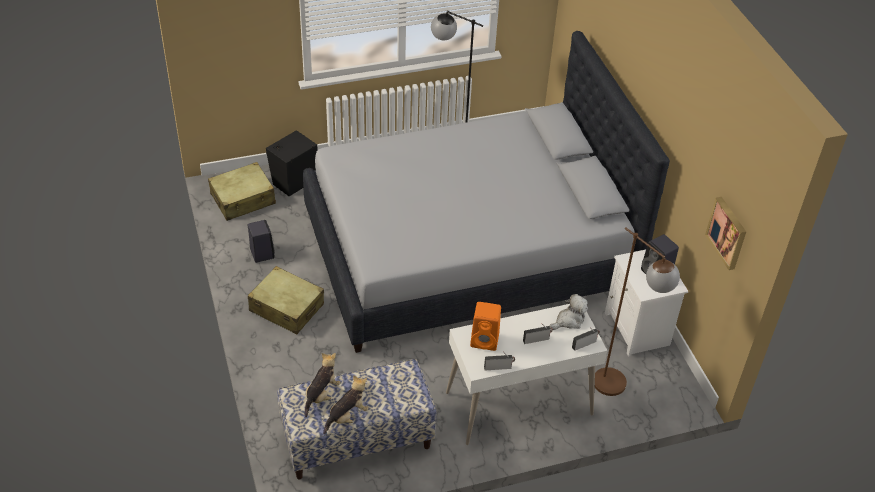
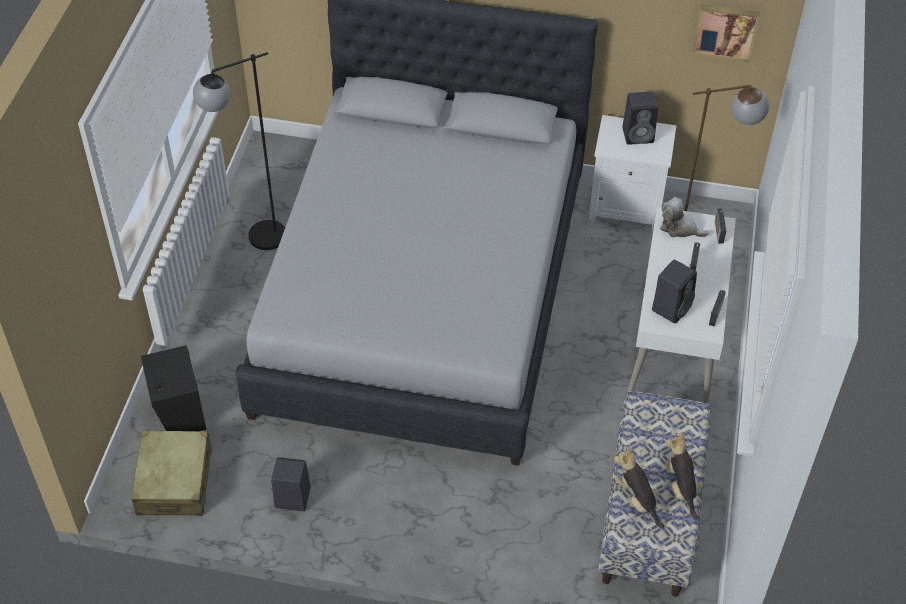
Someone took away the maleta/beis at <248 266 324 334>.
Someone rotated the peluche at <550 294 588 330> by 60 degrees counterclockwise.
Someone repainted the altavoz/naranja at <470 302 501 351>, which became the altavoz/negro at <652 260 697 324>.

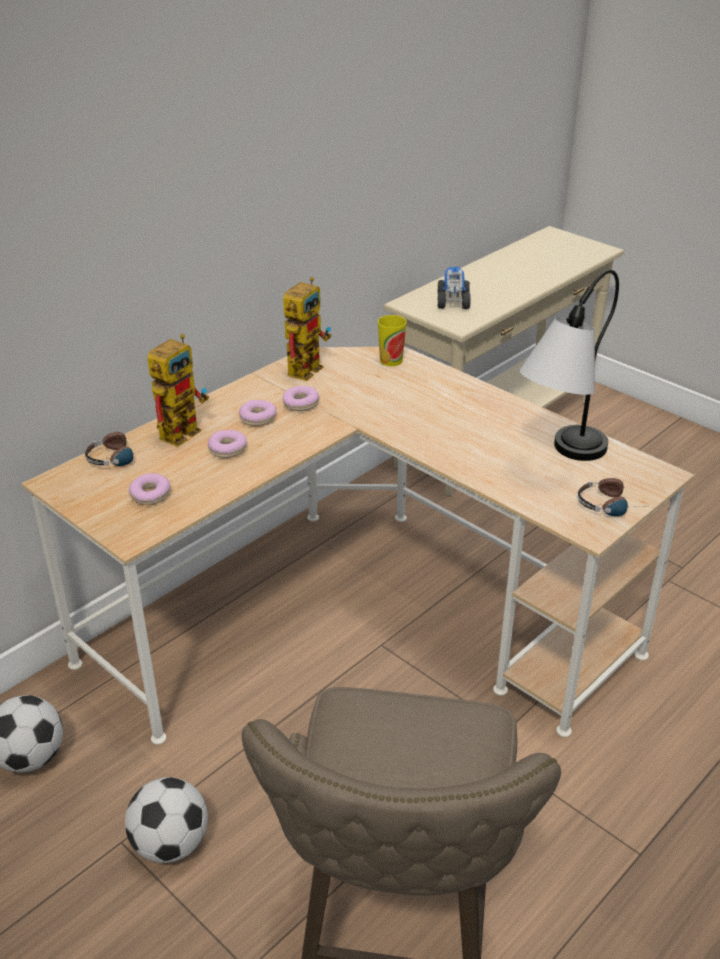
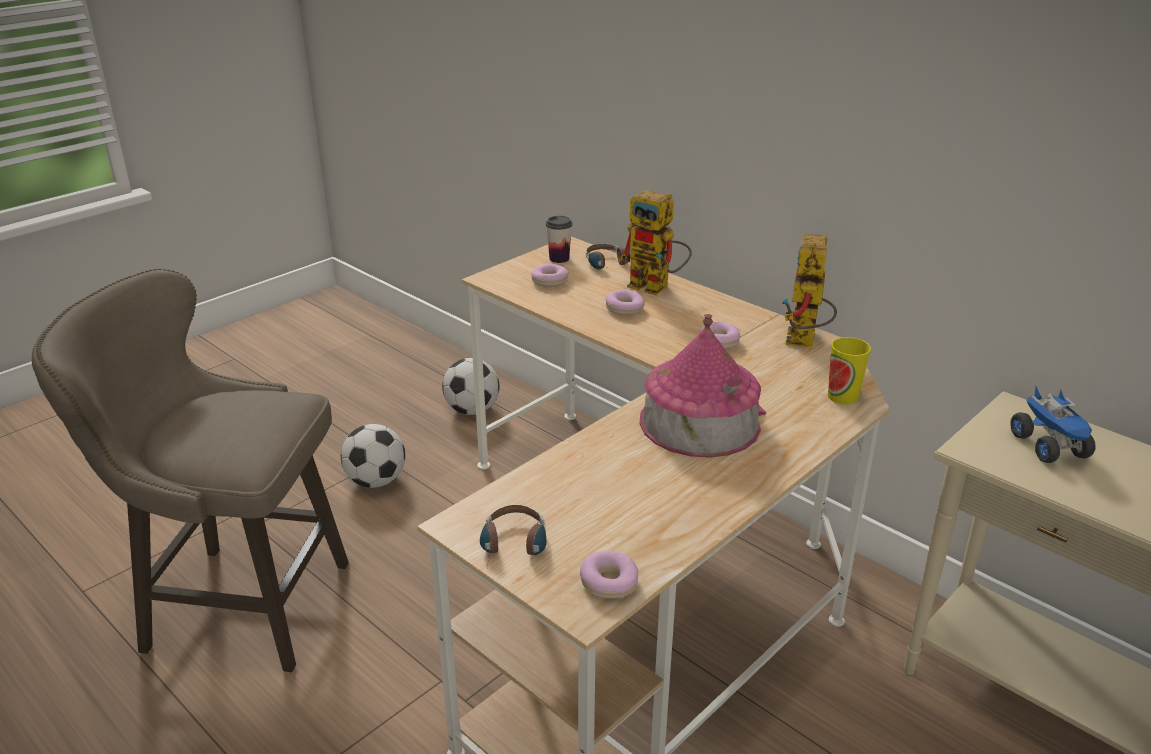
Someone rotated the camión de juguete at <437 267 471 309> by 75 degrees clockwise.
Someone took away the lámpara de mesa at <520 270 619 461>.
Someone rotated the robot de juguete at <283 277 331 381> by 75 degrees clockwise.
Someone carried the rosquilla from <239 400 276 426> to <580 551 638 599>.
Someone put down the taza at <546 216 572 263>.
Someone put down the casita at <640 314 766 458>.

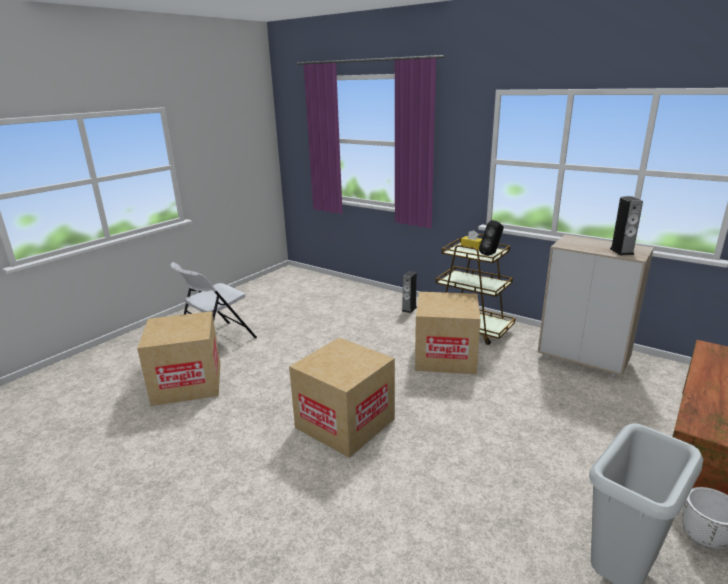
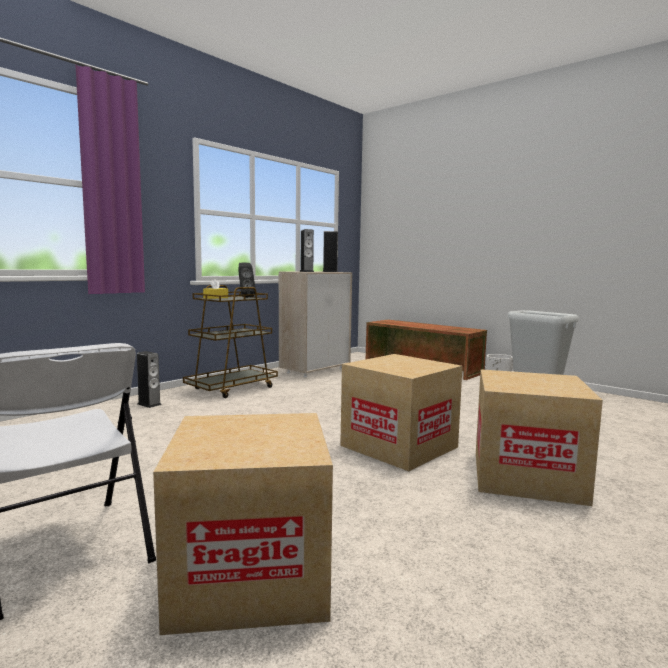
Someone carried the caja de cartón from <415 292 481 374> to <476 369 603 506>.
Someone put down the altavoz at <300 229 314 272>.

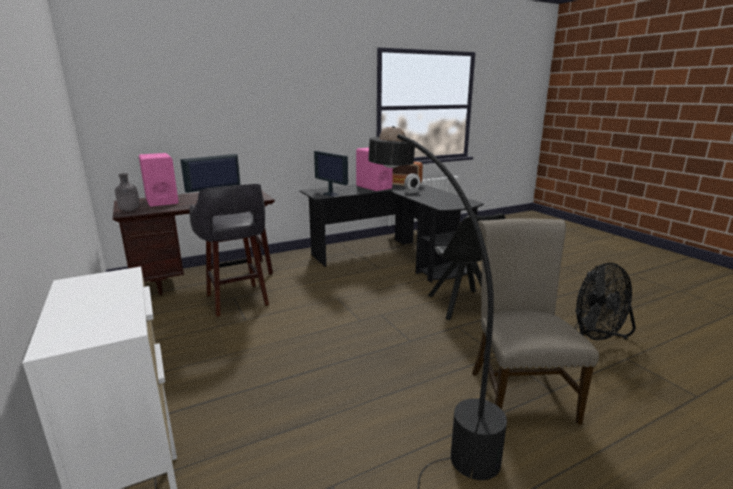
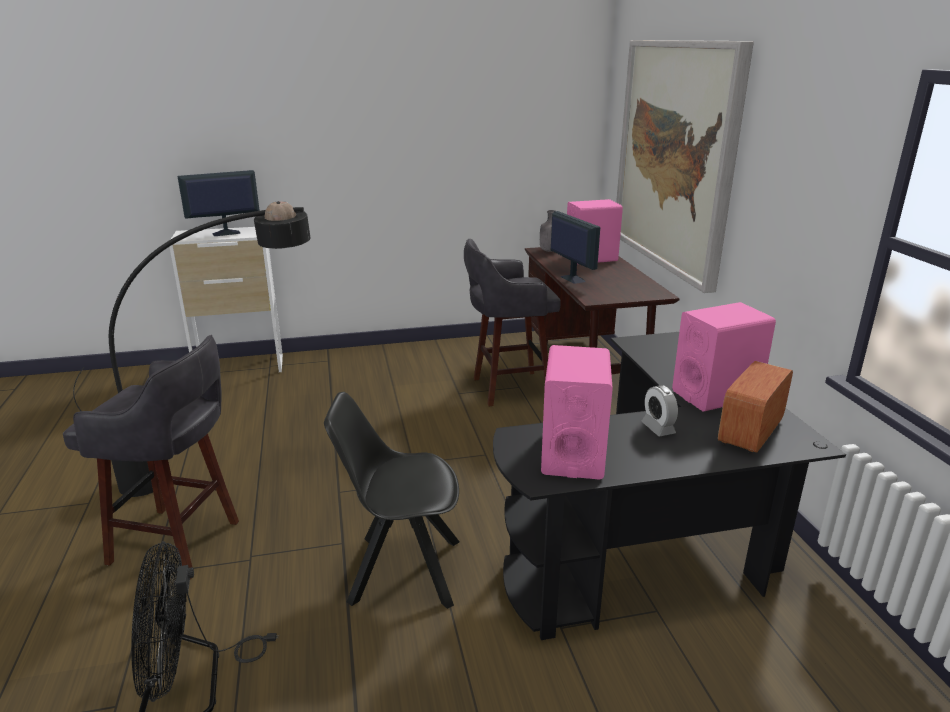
Someone carried the monitor from <314 151 348 197> to <177 170 260 236>.
Someone swapped the silla/beis at <472 218 599 425> for the taburete/gris at <63 335 239 579>.
Someone put up the cuadro at <616 40 754 293>.
Someone put down the altavoz/rosa at <541 345 613 480>.

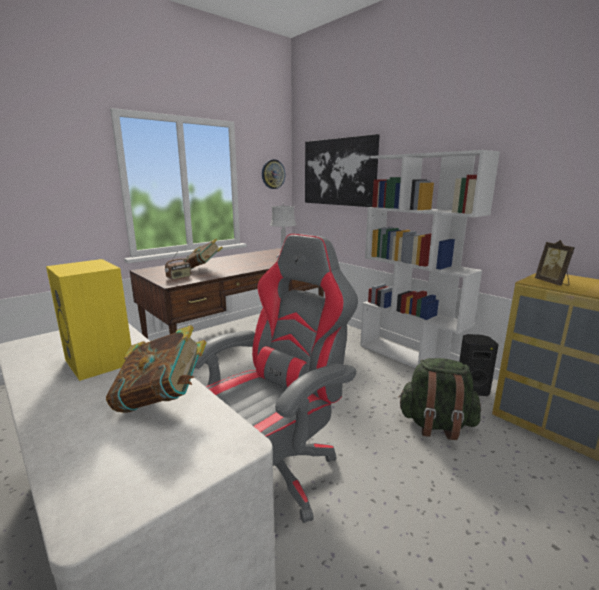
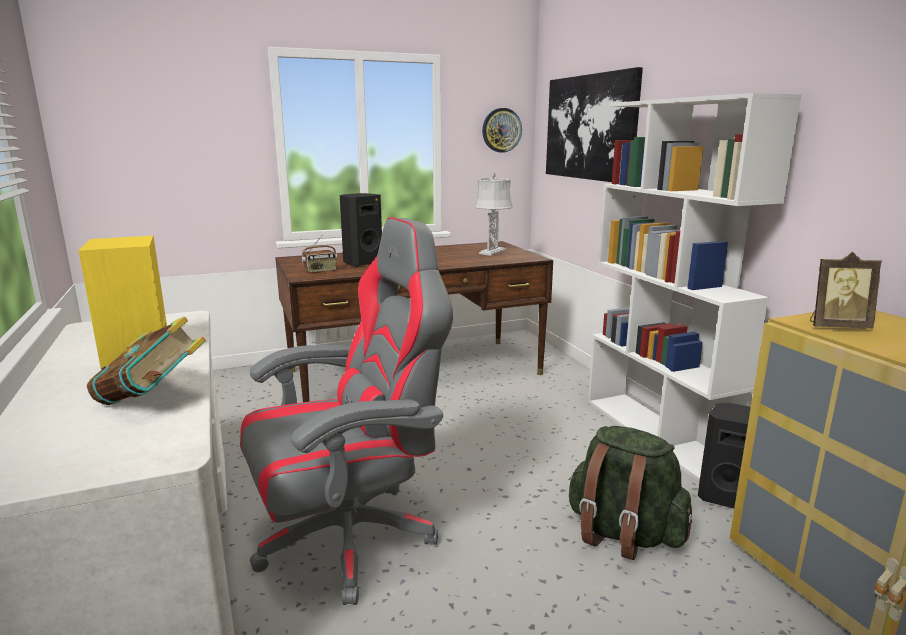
Someone swapped the libro at <182 239 223 269> for the altavoz/negro at <340 193 382 267>.
Someone rotated the portarretratos at <535 240 575 286> by 90 degrees counterclockwise.

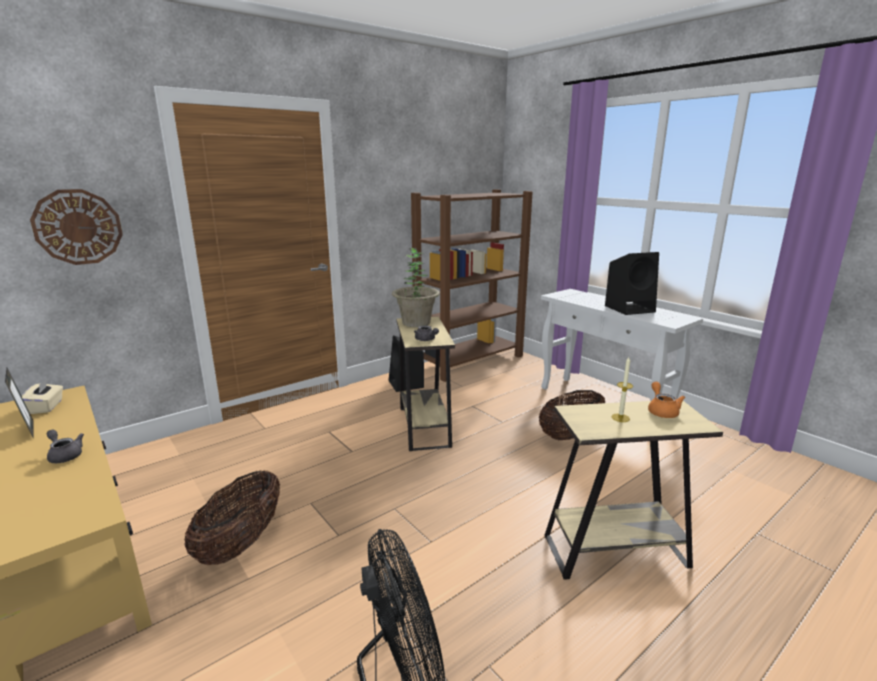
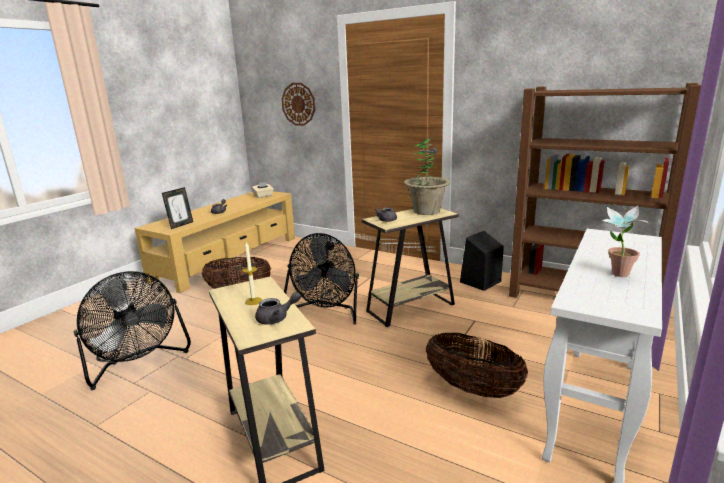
Someone swapped the altavoz/negro at <605 252 659 315> for the planta en maceta at <602 205 650 277>.
Someone carried the portarretratos from <5 368 34 439> to <162 187 193 229>.
Someone repainted the tetera/naranja at <648 382 685 418>, which became the tetera/gris at <255 292 301 324>.
Someone put down the ventilador/negro at <284 233 359 325>.

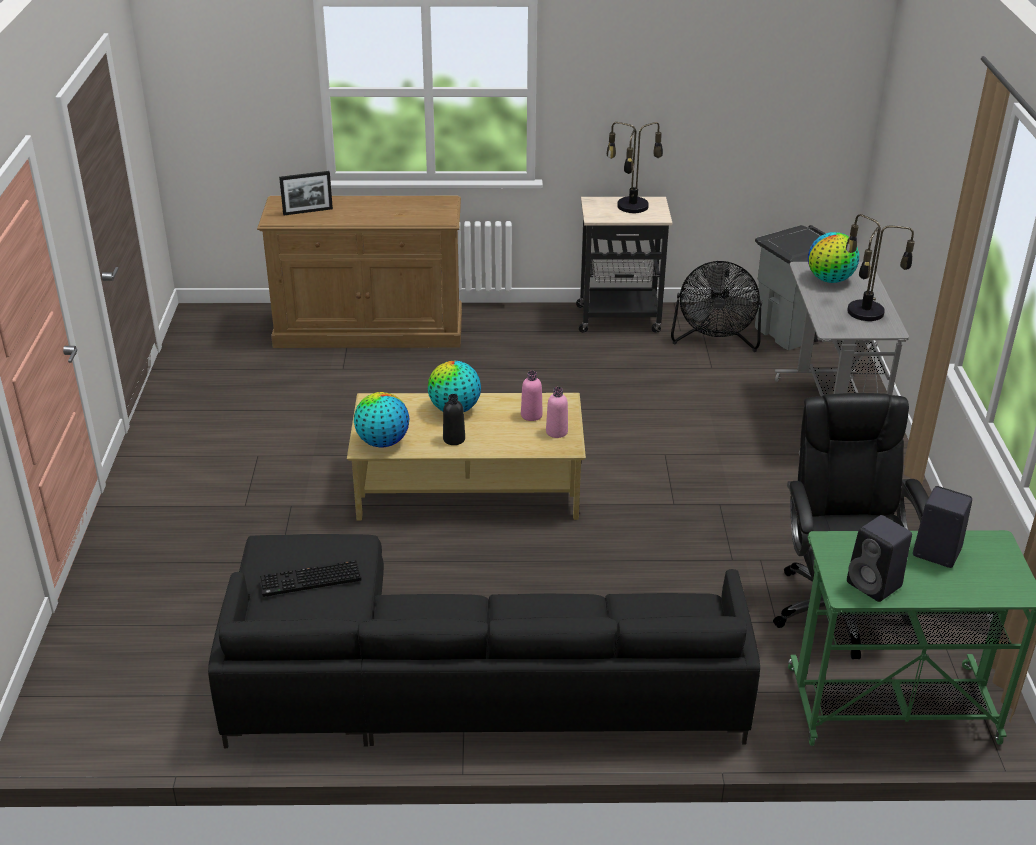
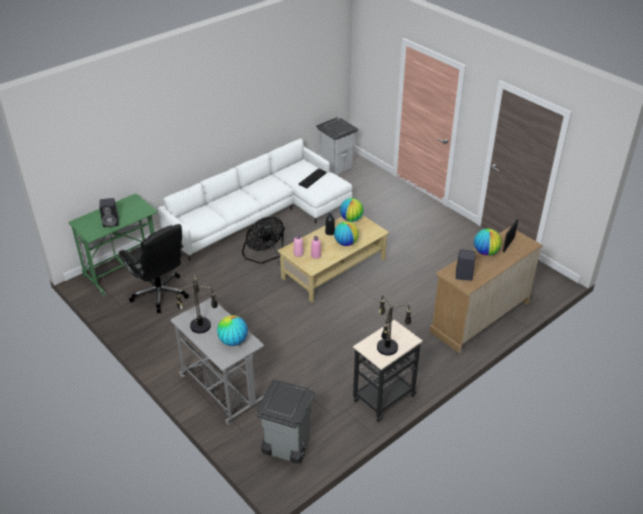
Someone carried the ventilador/negro from <671 261 762 352> to <242 217 285 266>.
Someone carried the altavoz/negro from <847 515 912 602> to <456 249 475 281>.
Someone repainted the sofá/negro at <208 534 760 748>, which became the sofá/blanco at <158 139 352 261>.
Someone put down the papelera/gris at <317 117 358 175>.
Someone put down the globo terráqueo at <474 229 501 256>.

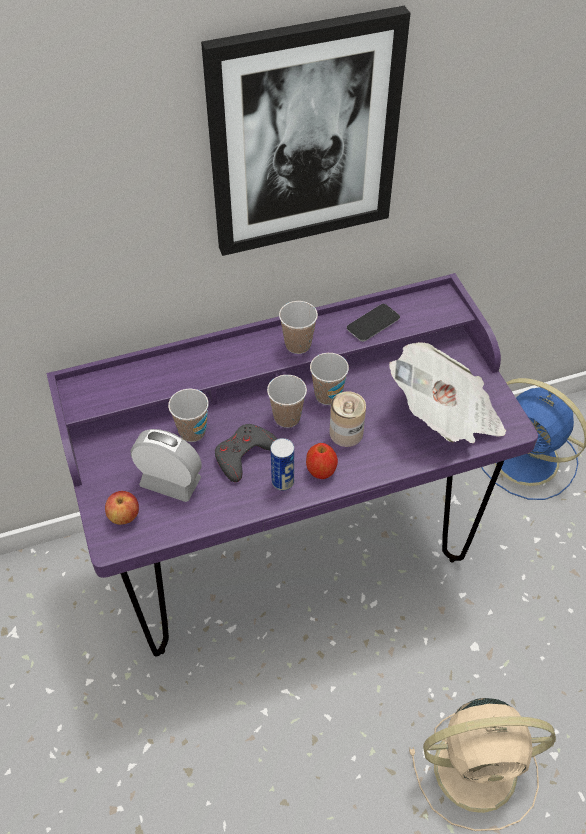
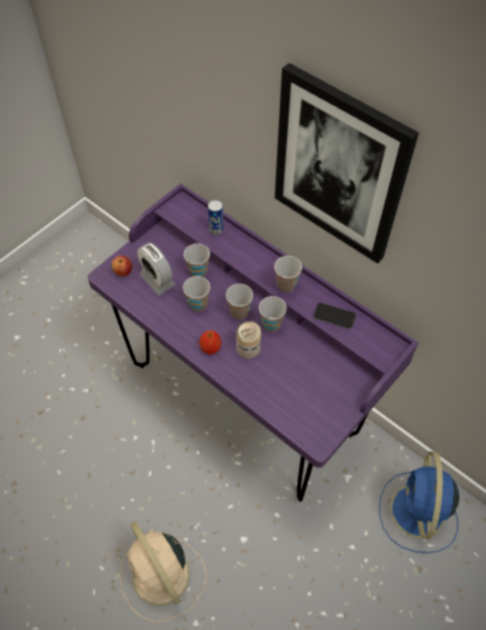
Someone took away the periódico at <389 342 506 443>.
Someone swapped the mando de consola/gris at <215 424 277 482> for the taza at <183 276 210 312>.
Someone rotated the despertador at <131 429 202 502> by 150 degrees clockwise.
Someone carried the lata from <271 438 294 491> to <208 200 224 235>.

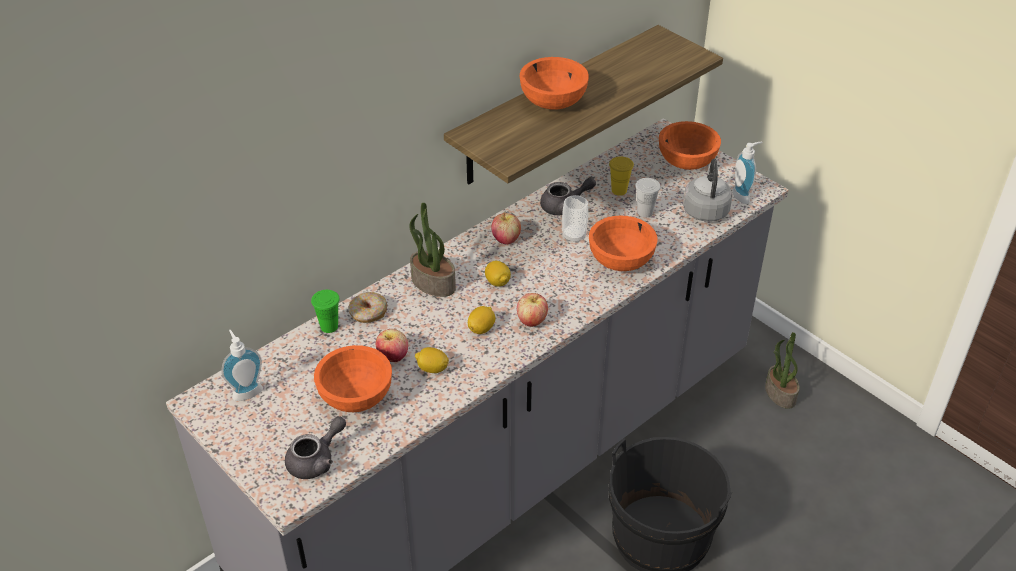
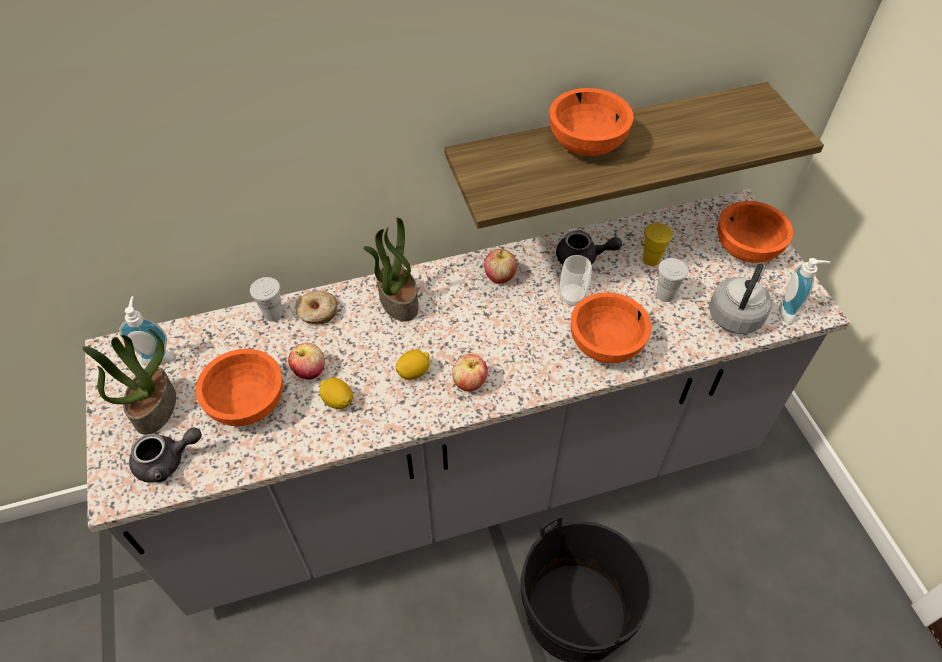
Someone took away the limón at <485 261 511 287>.
Someone repainted the taza/verde at <311 290 340 333>, which became the taza/blanco at <250 277 282 322>.
Someone carried the planta en maceta from <765 332 800 409> to <83 329 176 435>.

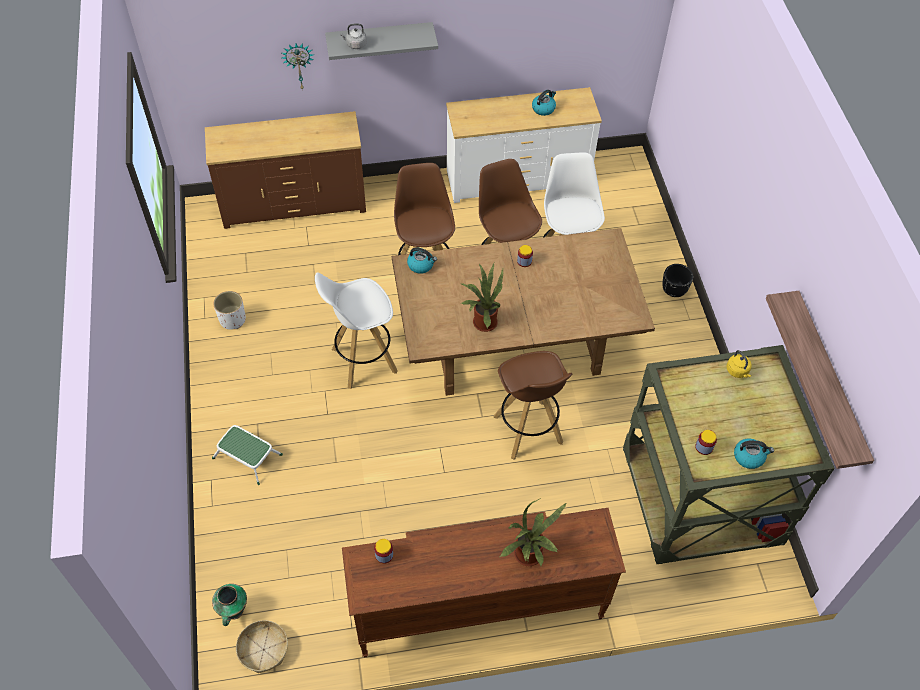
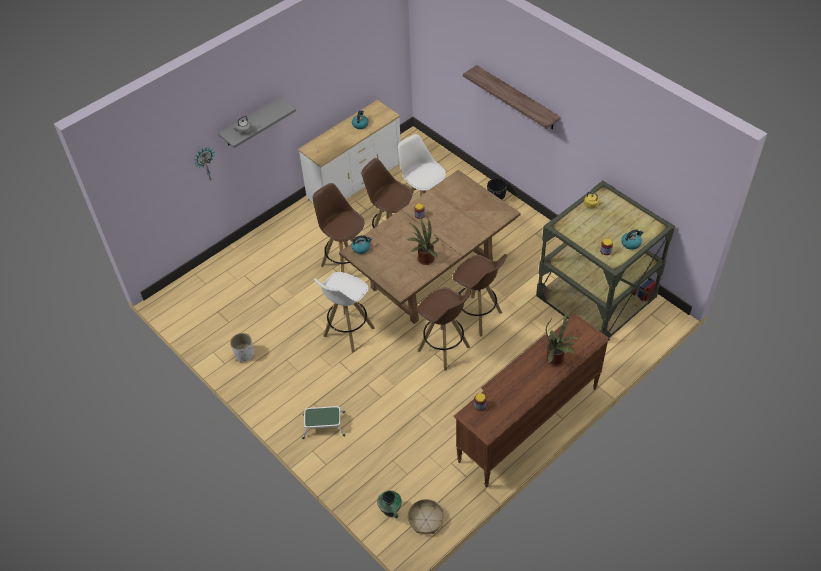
Someone took away the cómoda/marrón at <205 111 366 229>.
Someone carried the estante from <766 291 874 469> to <463 65 561 129>.
Someone put down the taburete/marrón at <417 287 471 370>.

